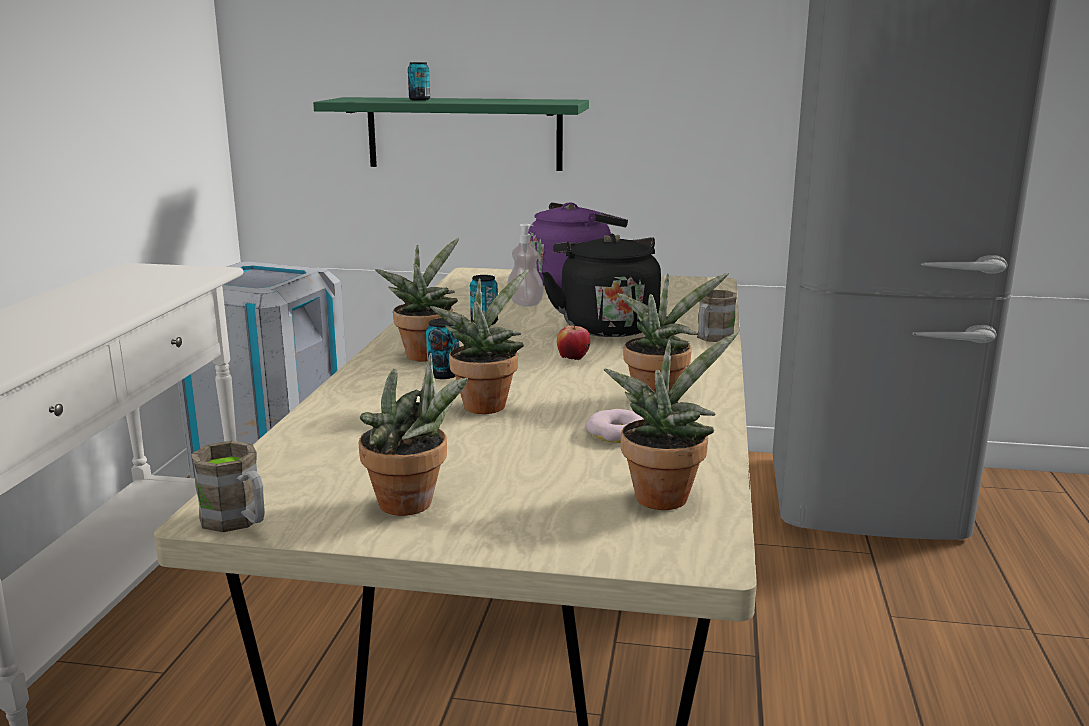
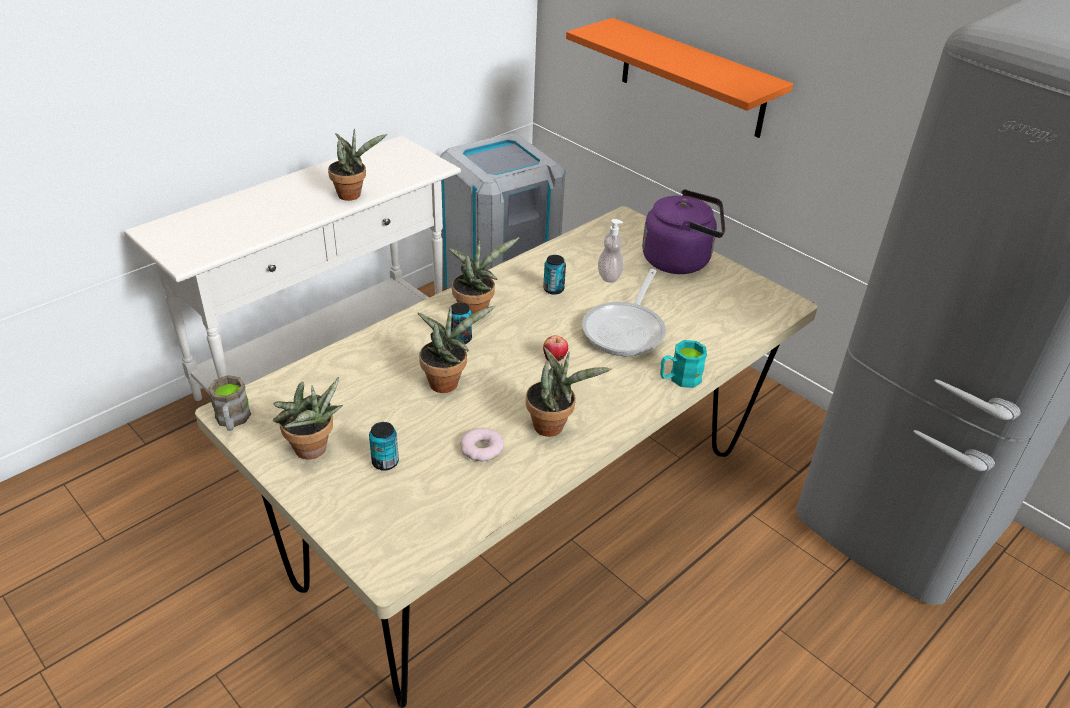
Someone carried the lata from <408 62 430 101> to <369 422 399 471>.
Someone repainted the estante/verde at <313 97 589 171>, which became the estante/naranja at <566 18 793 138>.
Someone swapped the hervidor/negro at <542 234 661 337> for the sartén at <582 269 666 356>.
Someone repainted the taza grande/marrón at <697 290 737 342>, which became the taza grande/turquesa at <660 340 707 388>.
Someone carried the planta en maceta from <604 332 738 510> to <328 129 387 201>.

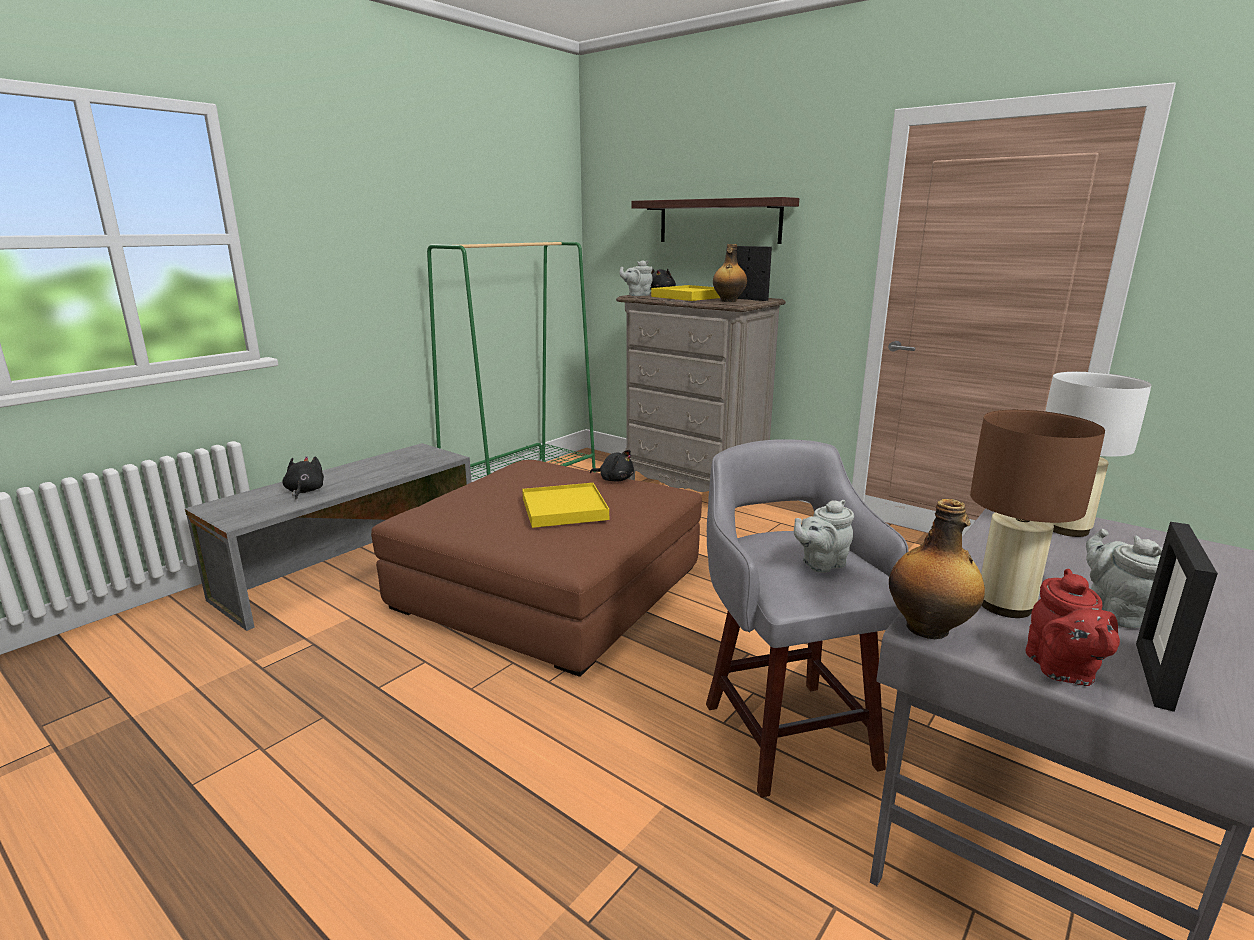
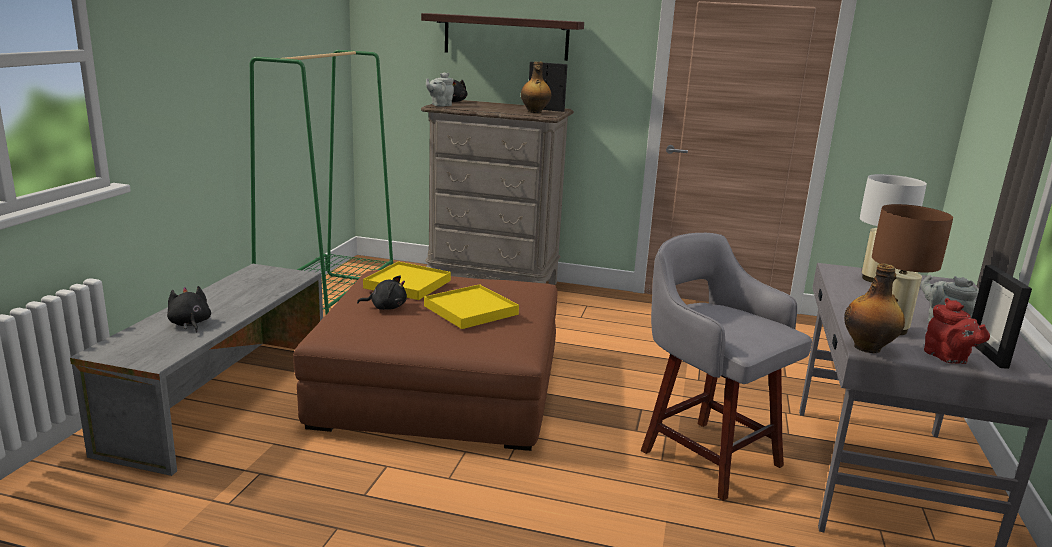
Someone carried the bandeja/amarillo from <651 285 720 301> to <363 261 451 300>.
Someone carried the peluche/negro from <590 450 634 482> to <357 275 407 310>.
Someone took away the tetera/gris at <794 500 854 573>.

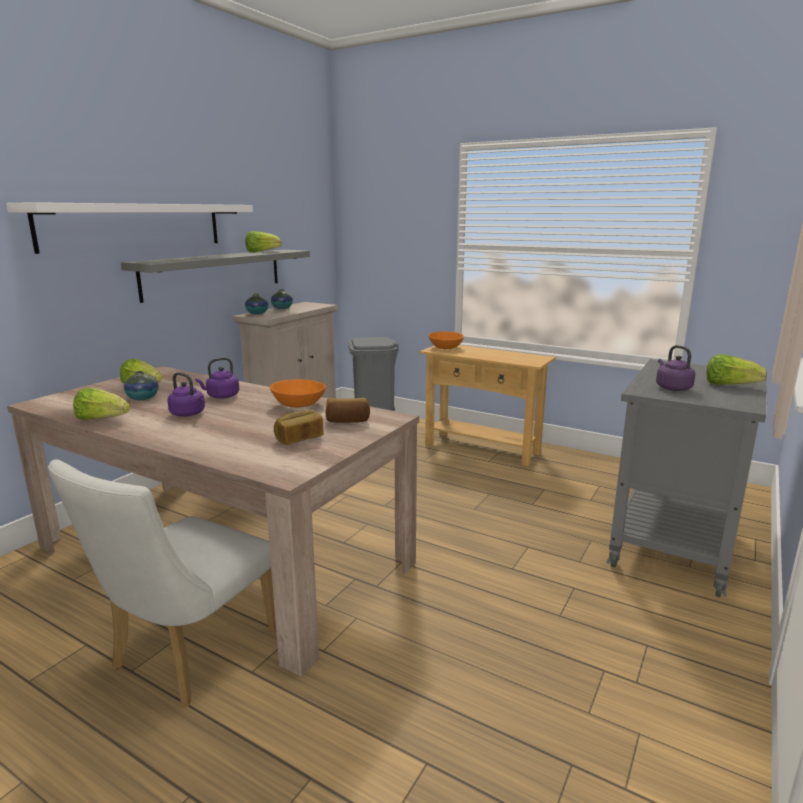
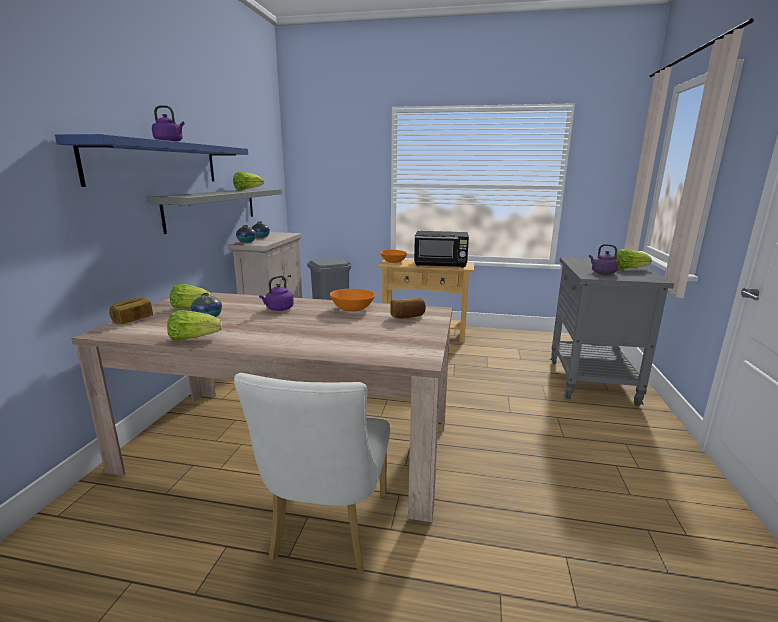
Someone repainted the estante/blanco at <6 202 253 254>, which became the estante/azul at <55 134 248 187>.
Someone carried the hervidor/morado from <167 372 205 416> to <152 105 185 142>.
Someone carried the pan from <274 410 323 445> to <109 298 153 324>.
Someone put down the microondas/negro at <414 231 469 268>.

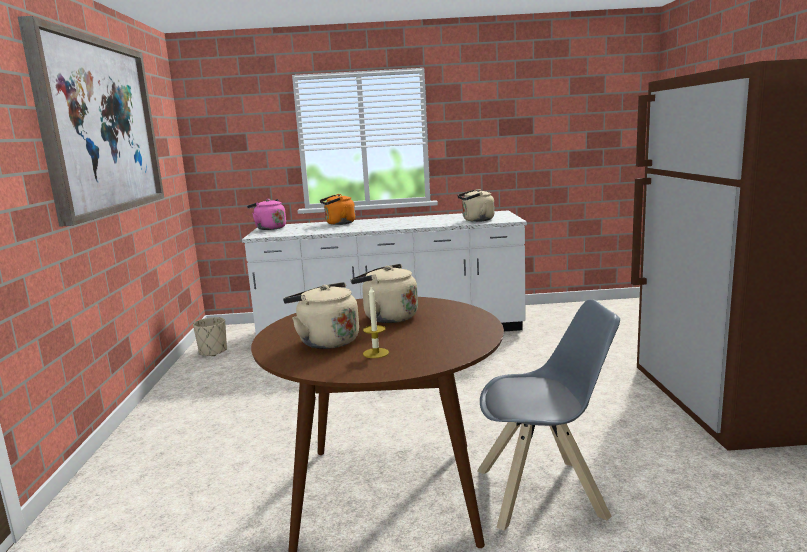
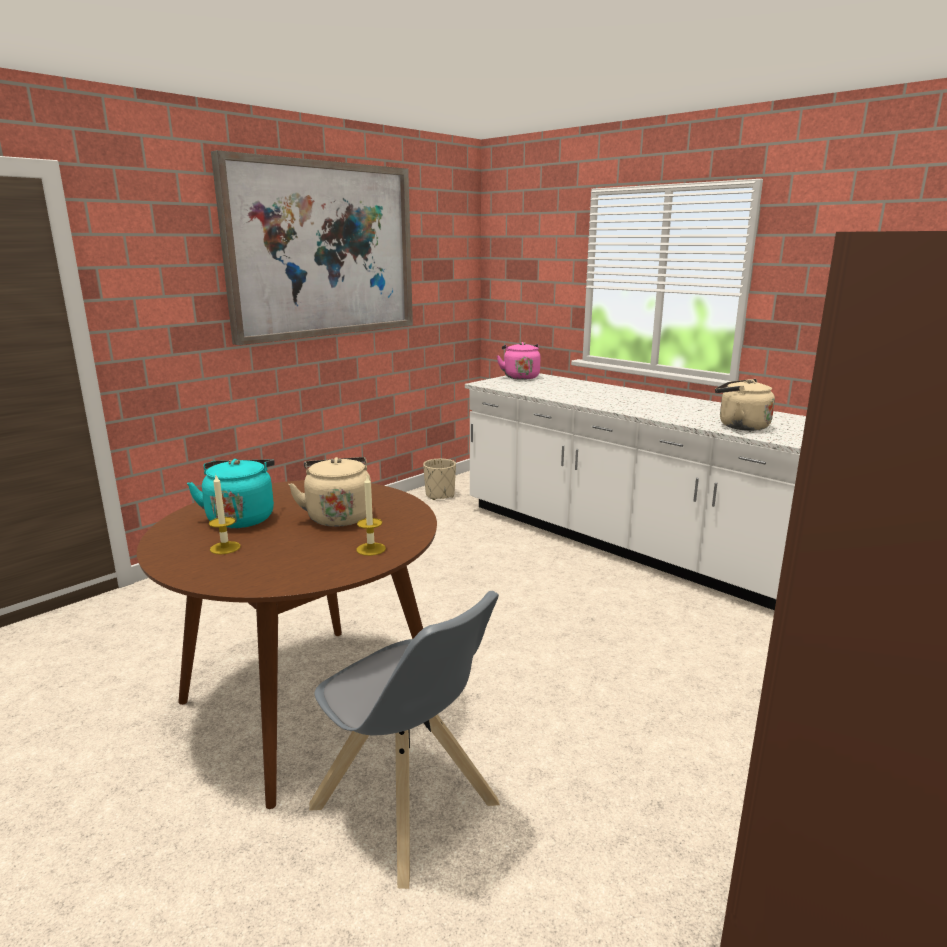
Someone took away the hervidor/naranja at <320 194 355 225>.
Someone repainted the hervidor/beis at <283 282 359 349>, which became the hervidor/turquesa at <187 459 275 528>.
Someone put down the vela at <357 476 386 556>.

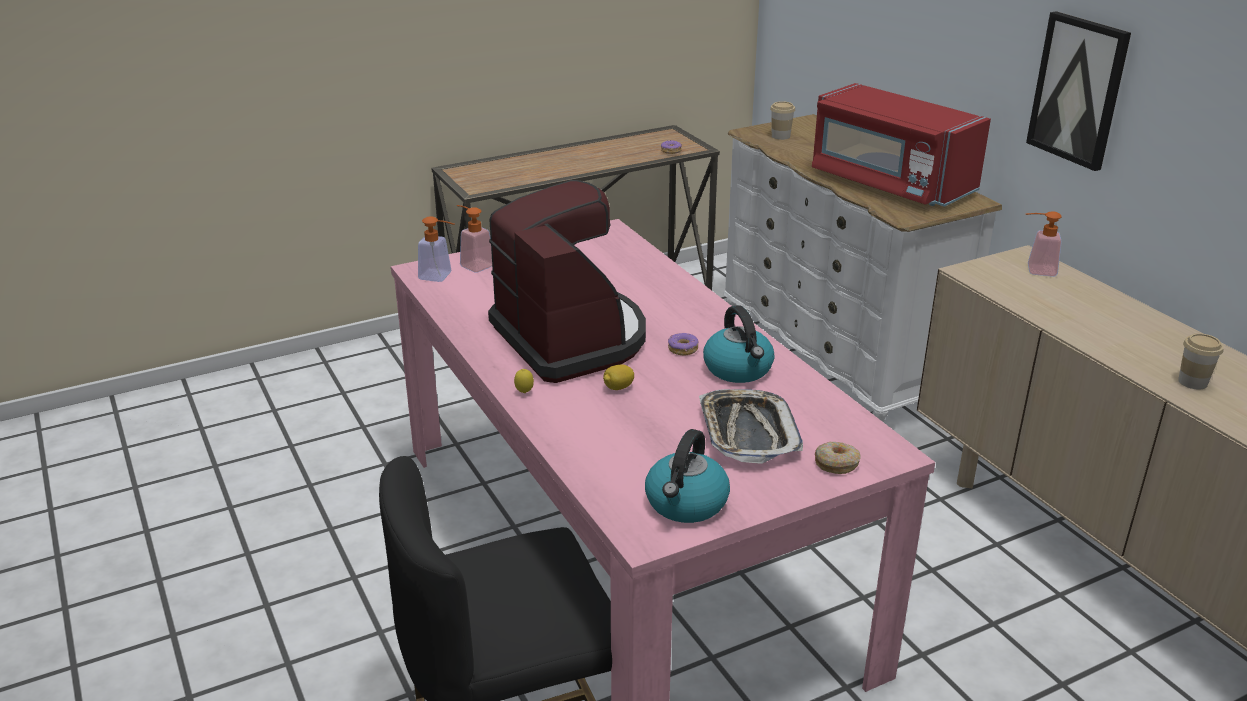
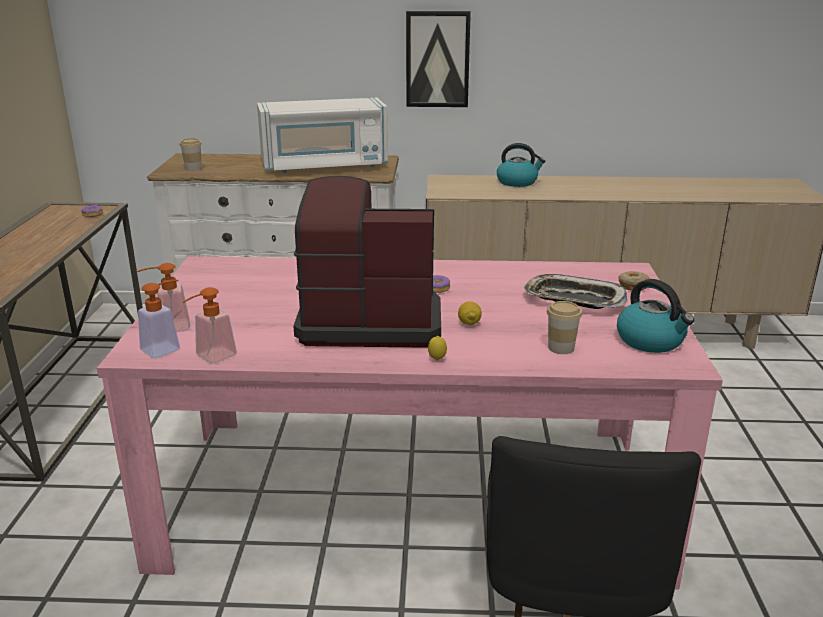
Someone repainted the microondas/rojo at <812 83 991 207>, which became the microondas/blanco at <257 98 388 173>.
Someone carried the dispensador de jabón from <1026 211 1062 277> to <182 287 237 364>.
Someone carried the hervidor from <703 305 774 383> to <497 143 545 187>.
Someone carried the taza from <1178 333 1224 389> to <547 301 582 354>.

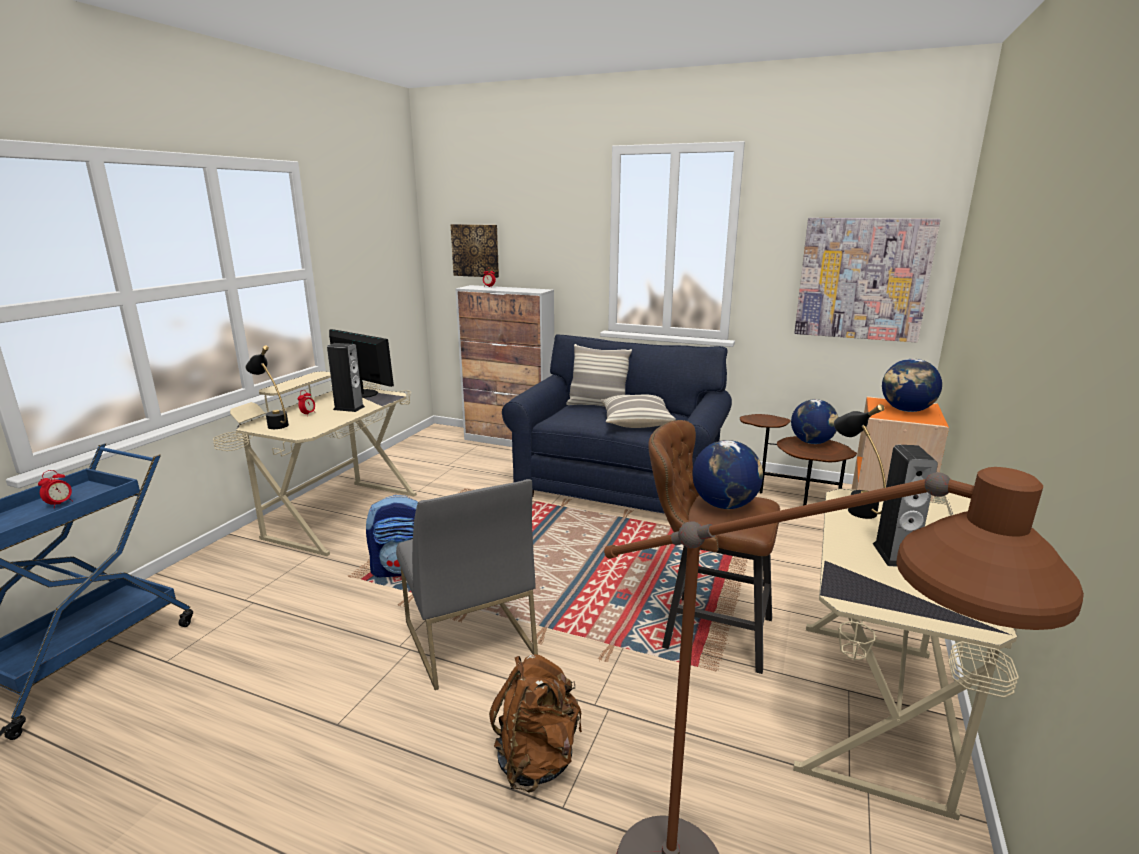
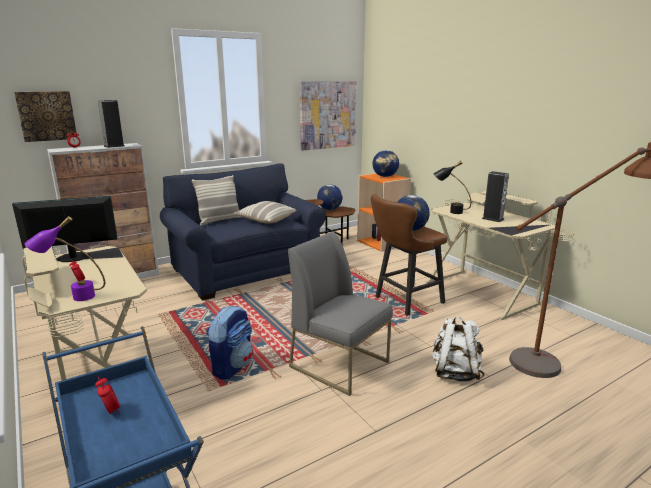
Someone carried the altavoz from <327 343 365 412> to <98 100 125 148>.
Someone repainted the lámpara de mesa/negro at <245 346 289 429>, which became the lámpara de mesa/morado at <25 216 105 301>.
Someone rotated the silla/gris at <396 479 538 690> by 150 degrees counterclockwise.
Someone repainted the mochila/marrón at <489 654 582 793>, which became the mochila/blanco at <432 316 484 382>.

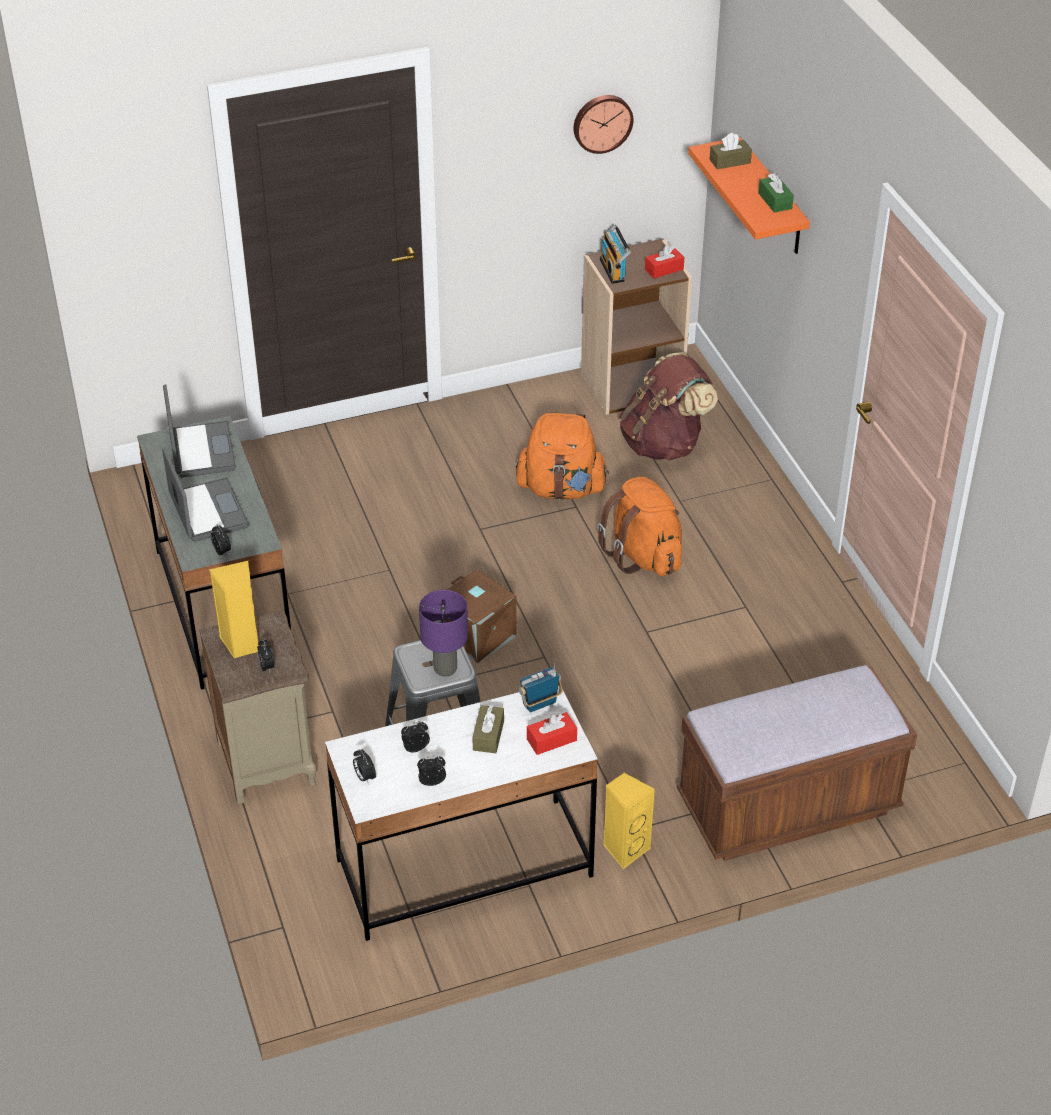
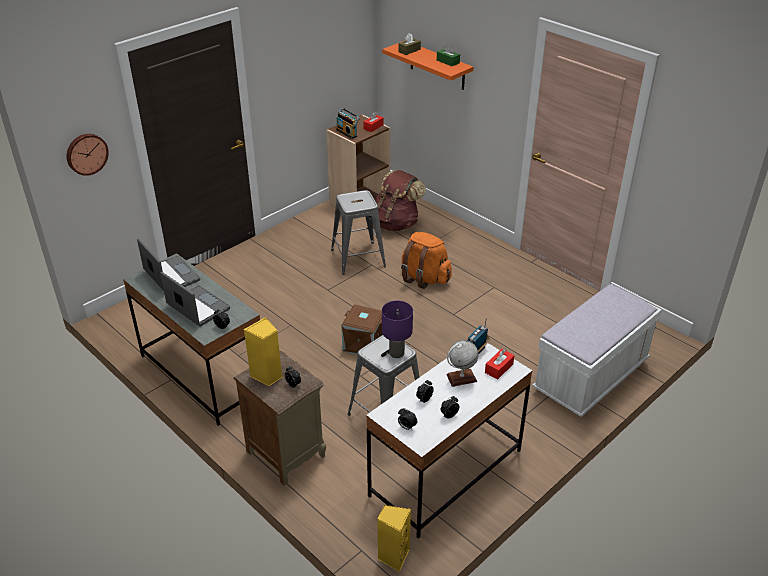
Someone carried the reloj de pared from <574 95 633 154> to <67 134 109 176>.
Someone swapped the mochila/naranja at <516 413 609 500> for the taburete/gris at <331 190 386 275>.
Someone repainted the banco/marrón at <677 665 917 861>, which became the banco/blanco at <533 284 662 417>.
Someone swapped the caja de pañuelos/marrón at <472 705 504 753> for the globo terráqueo at <446 340 478 387>.
Someone carried the altavoz/amarillo from <603 772 655 869> to <377 505 411 572>.

